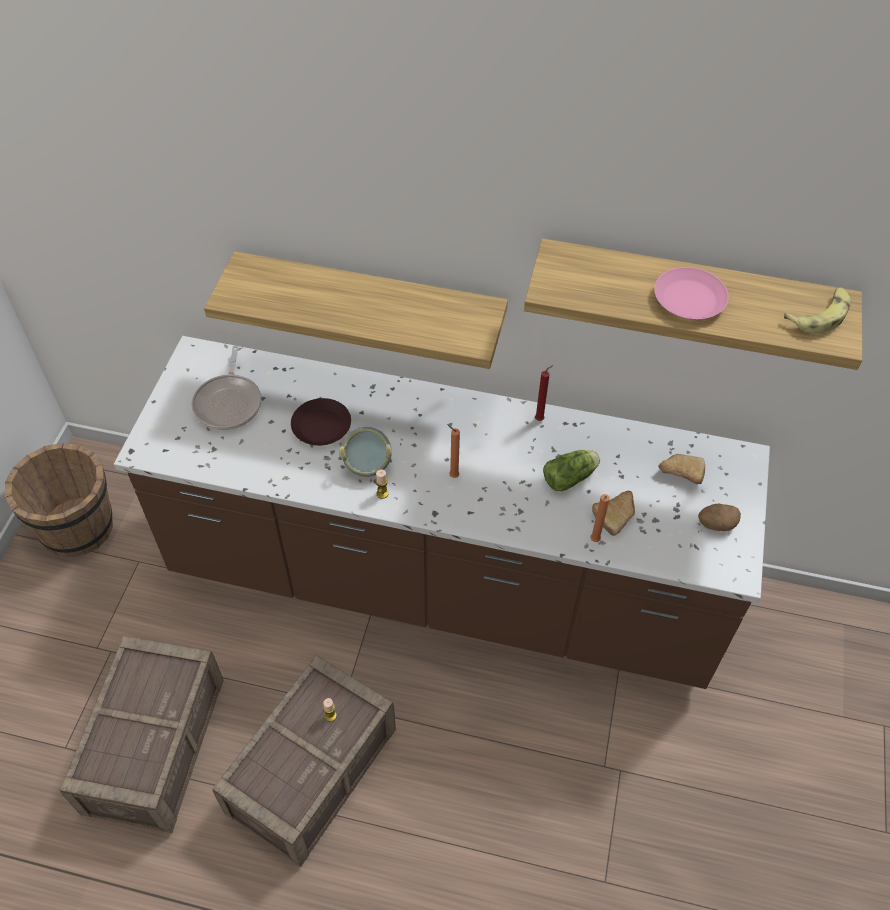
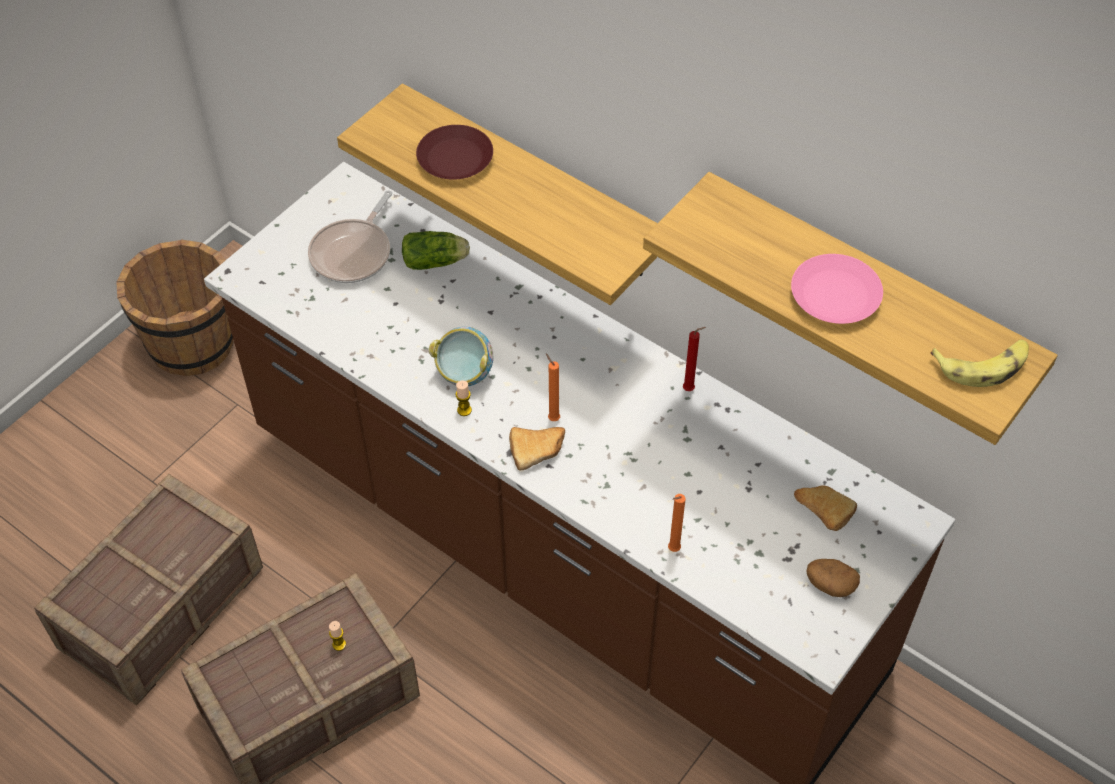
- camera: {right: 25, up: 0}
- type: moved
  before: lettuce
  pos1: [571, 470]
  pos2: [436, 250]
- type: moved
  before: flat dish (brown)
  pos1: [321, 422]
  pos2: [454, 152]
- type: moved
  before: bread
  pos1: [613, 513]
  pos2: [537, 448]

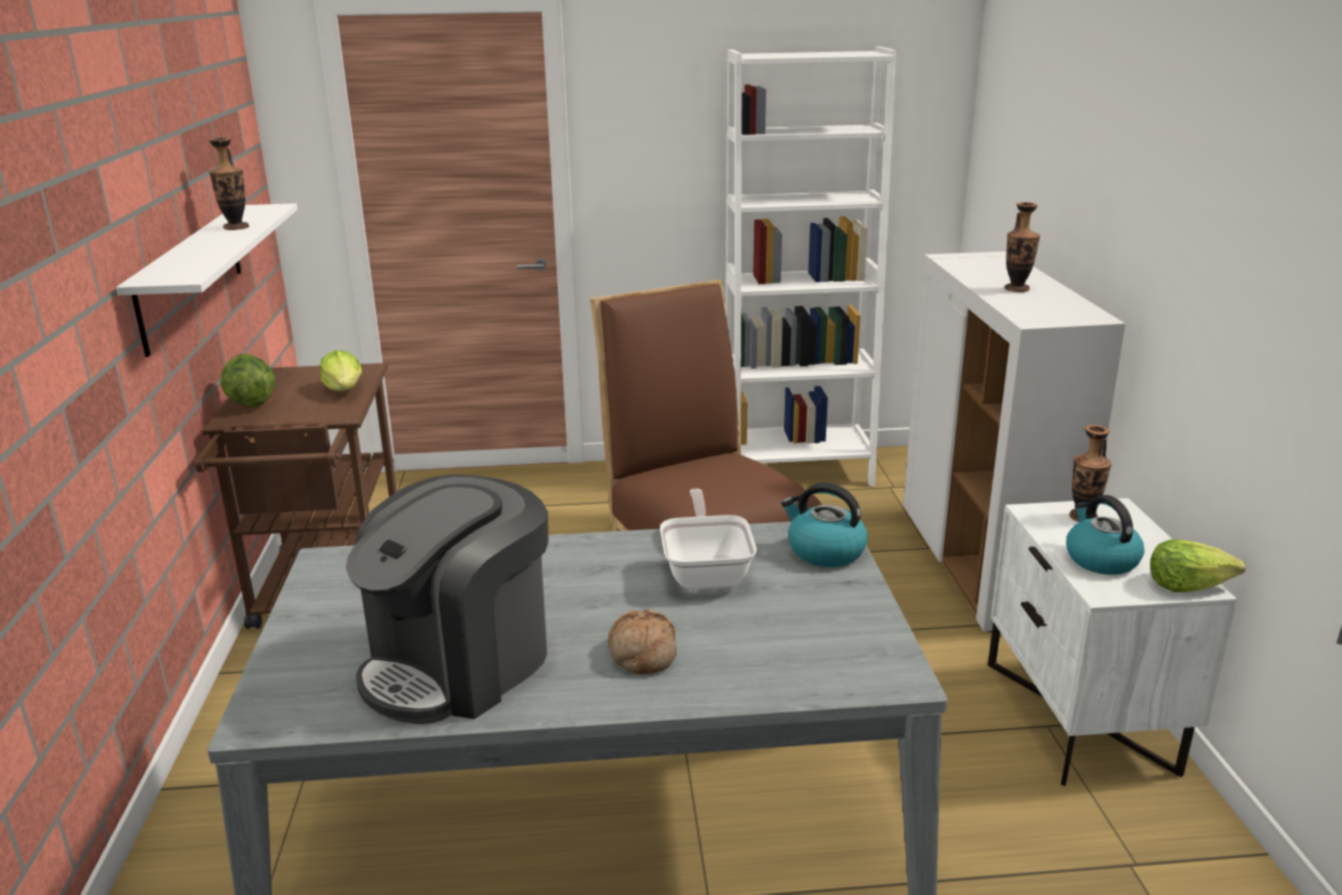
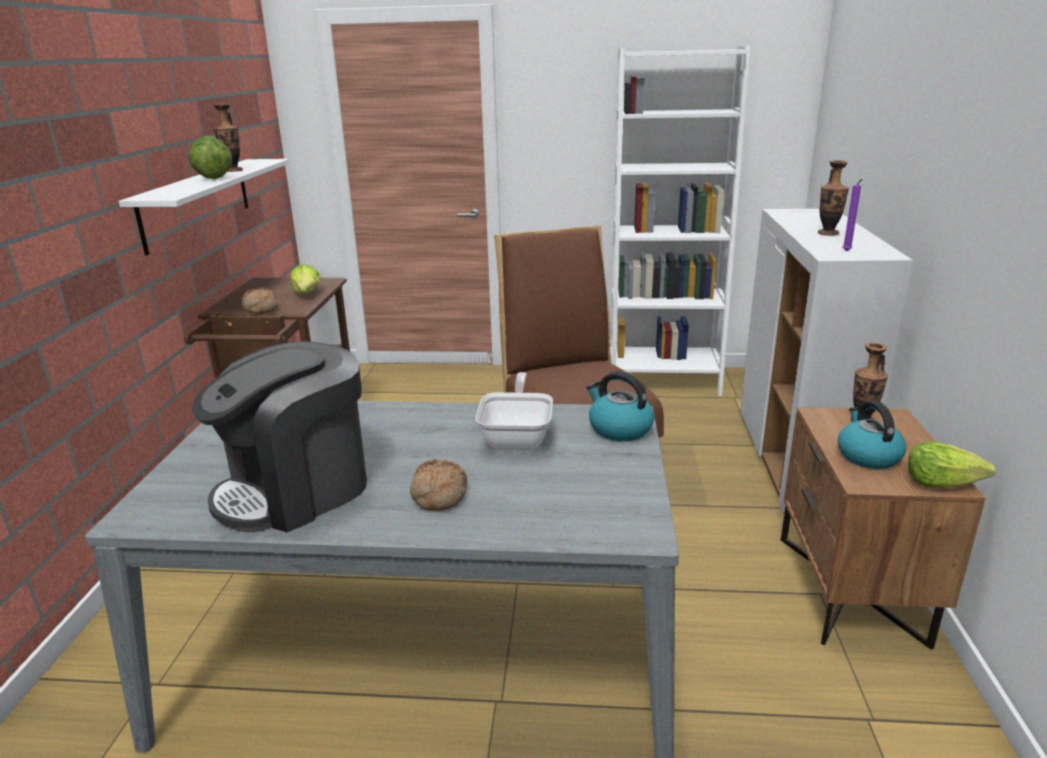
- camera: {right: 10, up: 0}
- type: moved
  before: lettuce
  pos1: [247, 380]
  pos2: [210, 157]
- type: added
  after: bread
  pos2: [260, 300]
- type: recoloured
  before: bedside table (white-coloured)
  after: bedside table (brown)
  pos1: [1112, 642]
  pos2: [883, 528]
- type: added
  after: wax candle (purple)
  pos2: [852, 215]

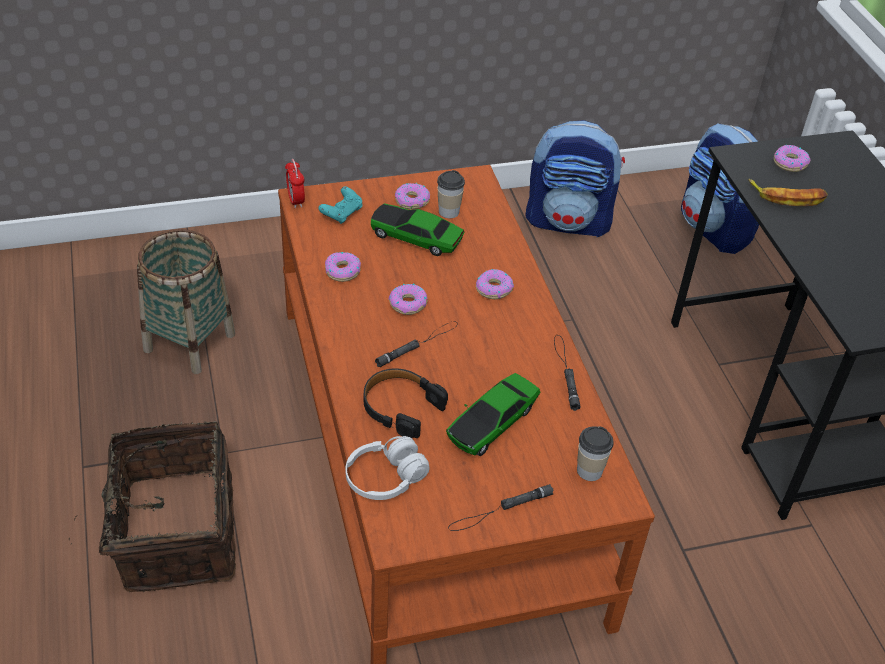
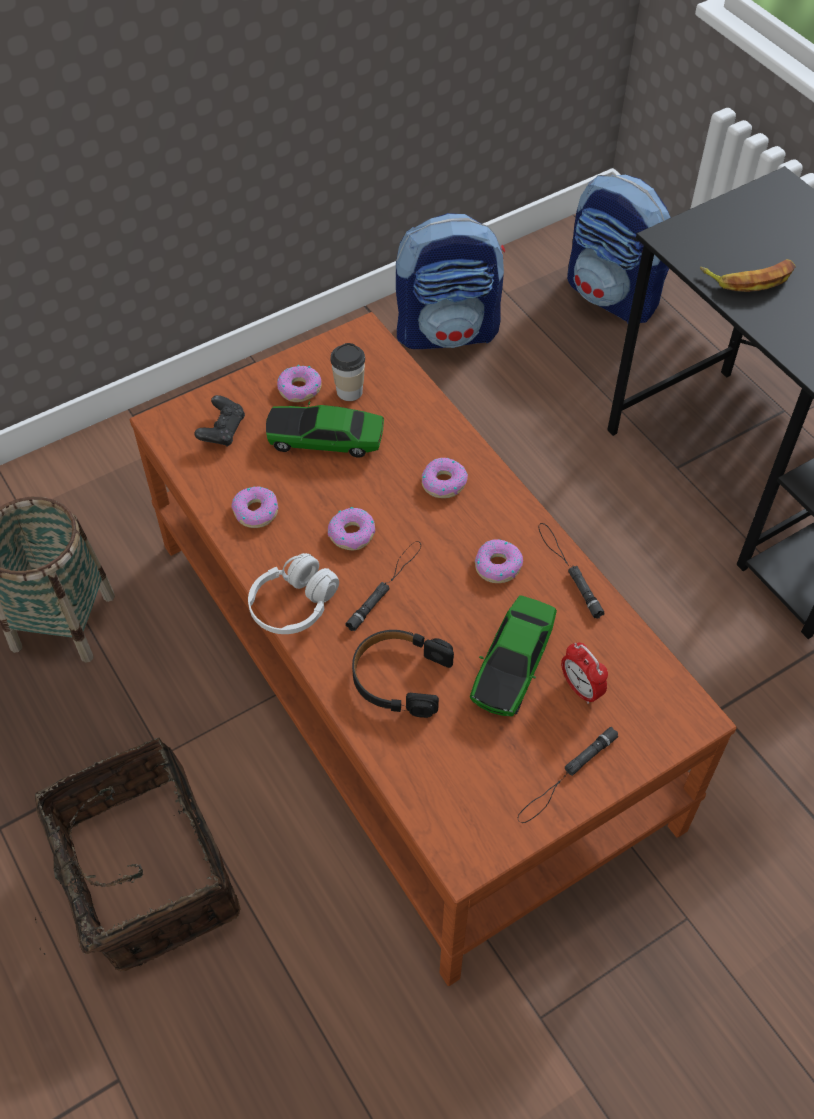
- camera: {right: -15, up: 10}
- type: recoloured
  before: gamepad (blue-green)
  after: gamepad (black)
  pos1: [340, 205]
  pos2: [219, 420]
- type: moved
  before: headset (white-coloured)
  pos1: [387, 468]
  pos2: [293, 593]
- type: moved
  before: donut
  pos1: [792, 158]
  pos2: [499, 561]
- type: moved
  before: alarm clock
  pos1: [295, 183]
  pos2: [584, 673]
- type: removed
  before: drinking cup
  pos1: [595, 453]

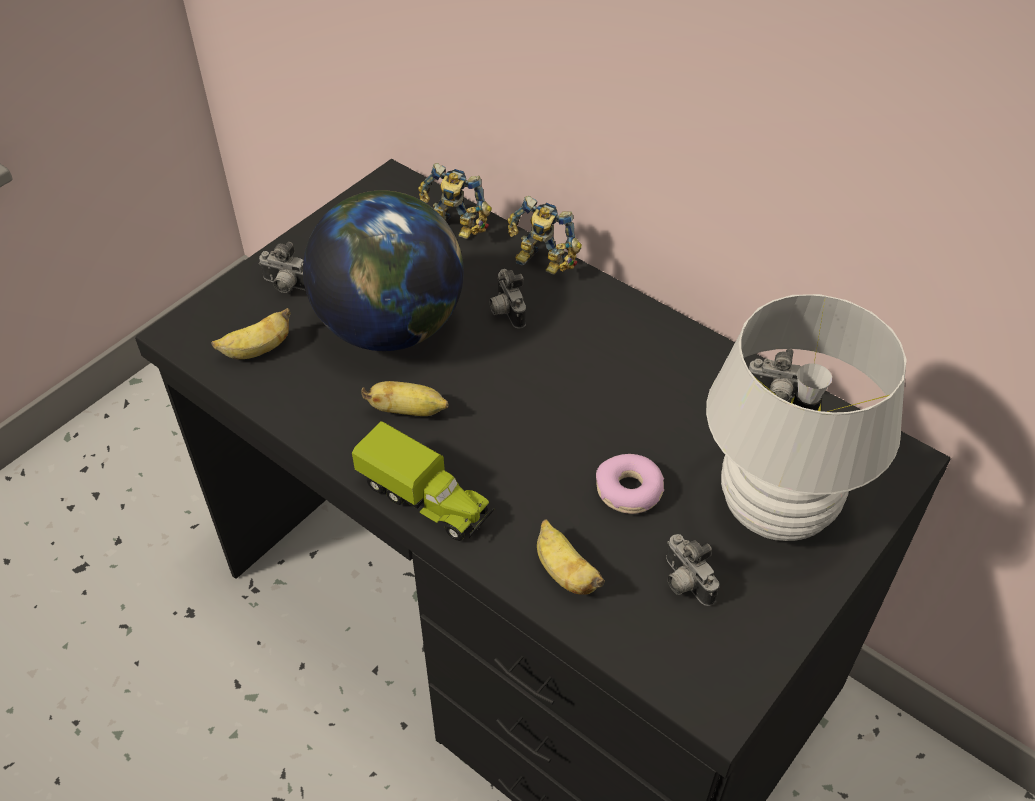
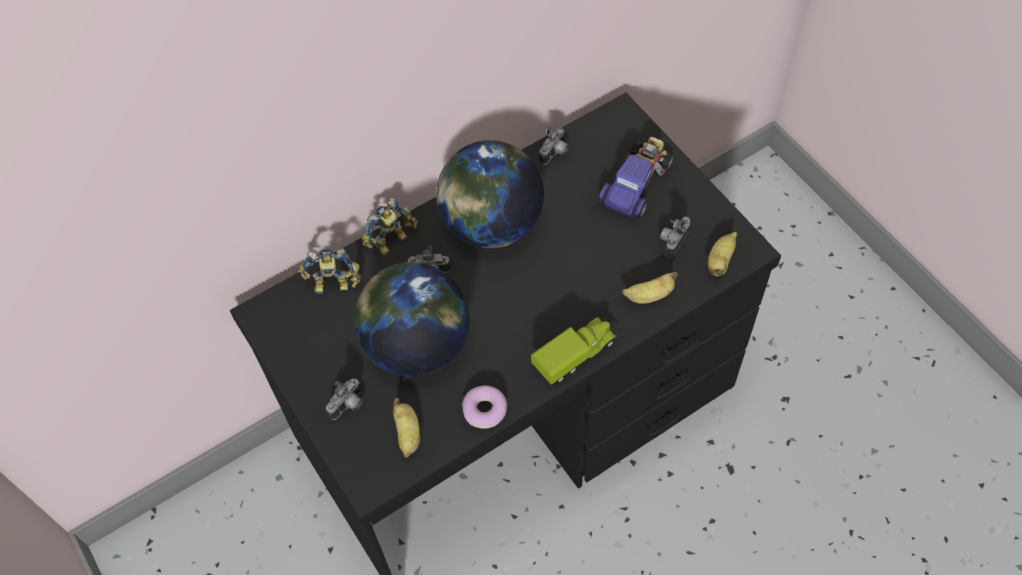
- camera: {right: -70, up: 10}
- type: turned
  before: robot figure
  pos1: [455, 201]
  pos2: [330, 271]
  turn: 45
- type: added
  after: desk globe
  pos2: [490, 194]
- type: moved
  before: donut
  pos1: [630, 484]
  pos2: [484, 407]
- type: replaced
  before: tabletop lamp (white-coloured)
  after: model car
  pos1: [806, 417]
  pos2: [636, 177]
- type: turned
  before: still camera
  pos1: [692, 570]
  pos2: [675, 237]
  turn: 135
- type: moved
  before: banana fruit
  pos1: [405, 398]
  pos2: [722, 254]

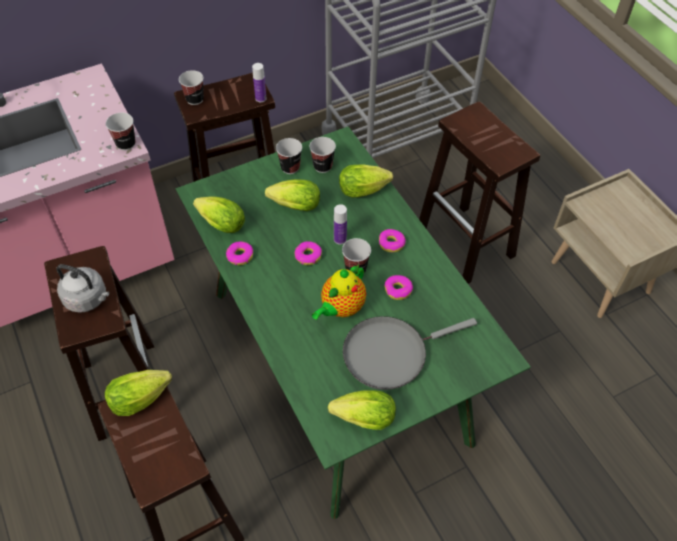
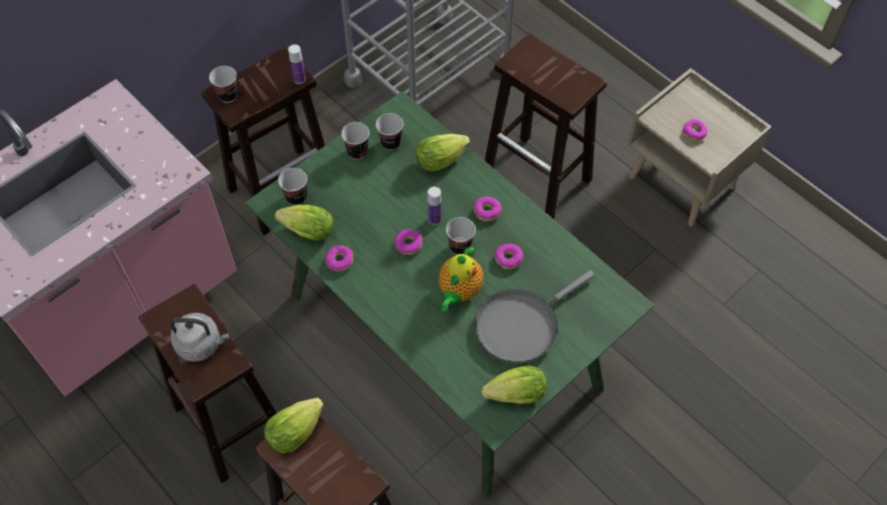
- camera: {right: -15, up: 5}
- type: moved
  before: drinking cup
  pos1: [121, 131]
  pos2: [292, 186]
- type: added
  after: donut
  pos2: [695, 130]
- type: removed
  before: lettuce
  pos1: [292, 195]

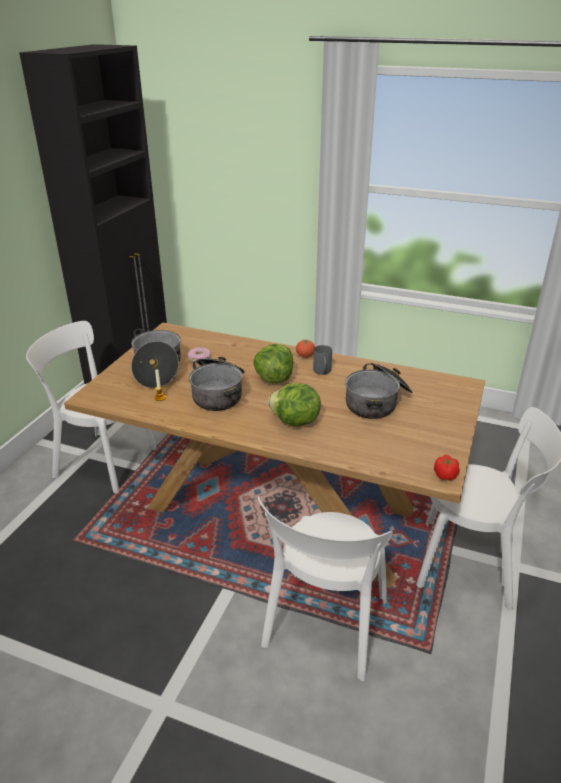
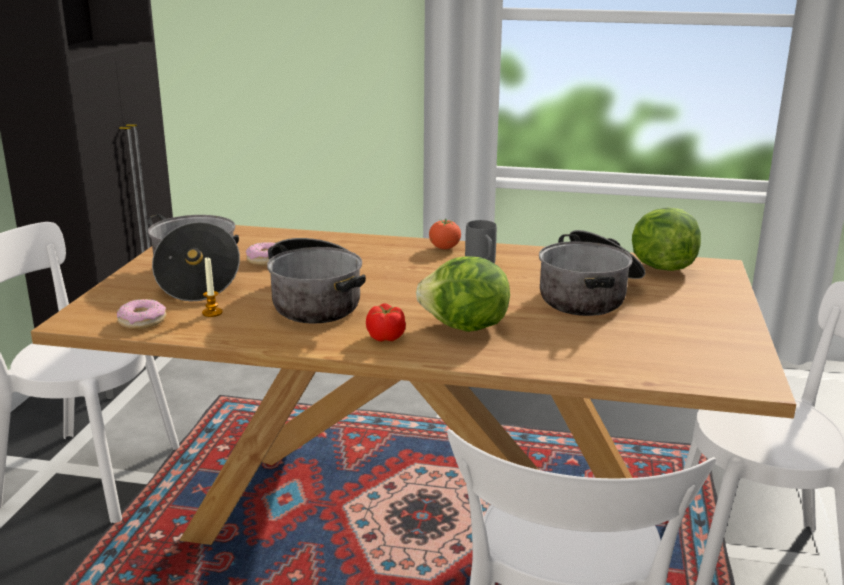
- camera: {right: -10, up: -10}
- type: added
  after: donut
  pos2: [141, 314]
- type: moved
  before: tomato
  pos1: [447, 467]
  pos2: [386, 322]
- type: moved
  before: lettuce
  pos1: [273, 364]
  pos2: [666, 239]

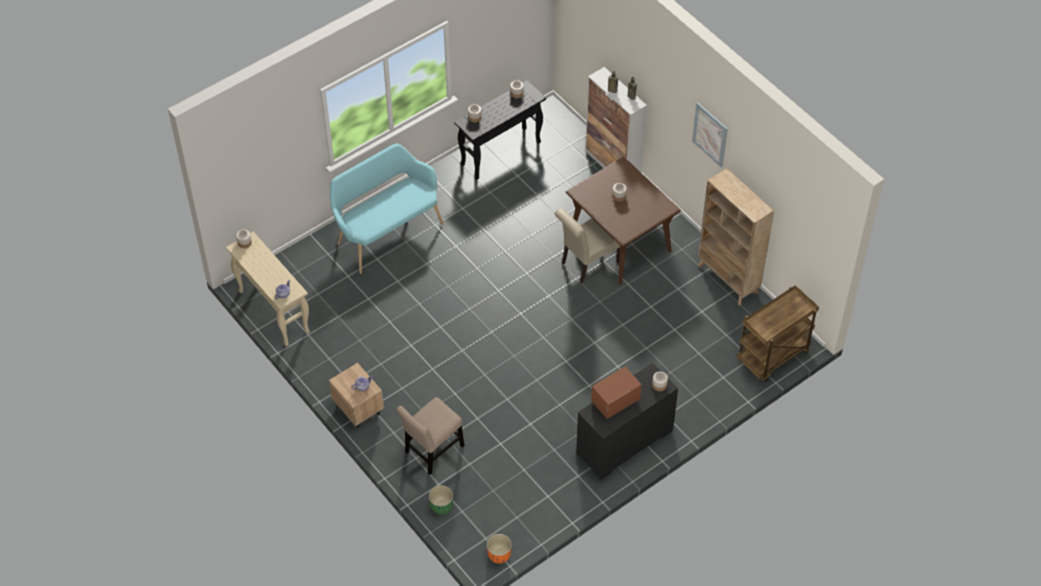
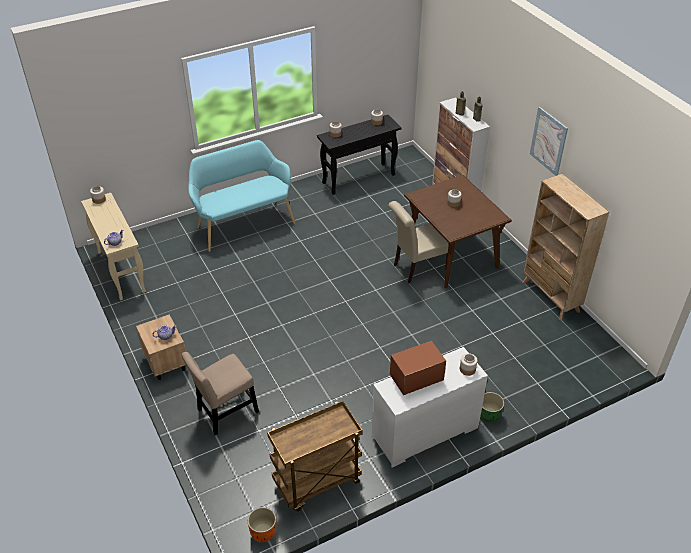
- camera: {right: 10, up: -10}
- type: moved
  before: trolley (brown)
  pos1: [778, 333]
  pos2: [315, 456]
- type: recoloured
  before: drawer chest (black)
  after: drawer chest (white-coloured)
  pos1: [627, 421]
  pos2: [430, 407]
- type: moved
  before: flower pot (greenish)
  pos1: [441, 500]
  pos2: [492, 407]

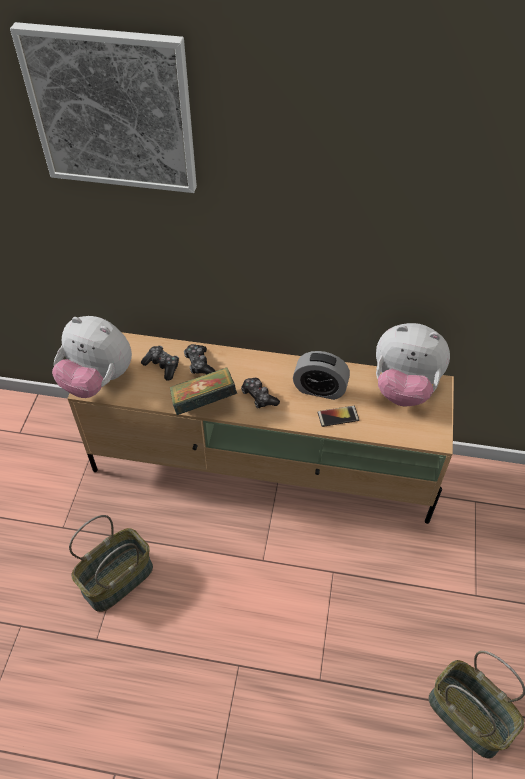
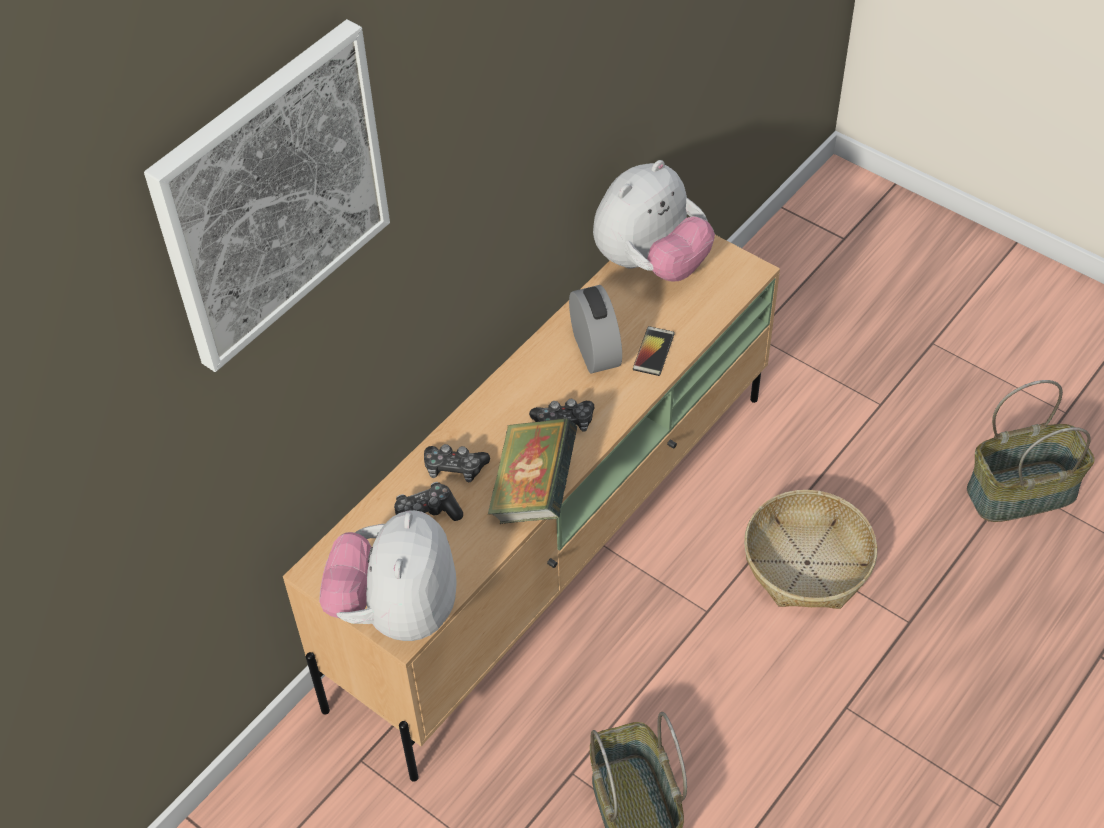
- camera: {right: -60, up: 0}
- type: turned
  before: soft toy
  pos1: [92, 357]
  pos2: [388, 575]
  turn: 135
- type: turned
  before: alarm clock
  pos1: [321, 375]
  pos2: [595, 329]
  turn: -60
- type: added
  after: household basket
  pos2: [810, 549]

